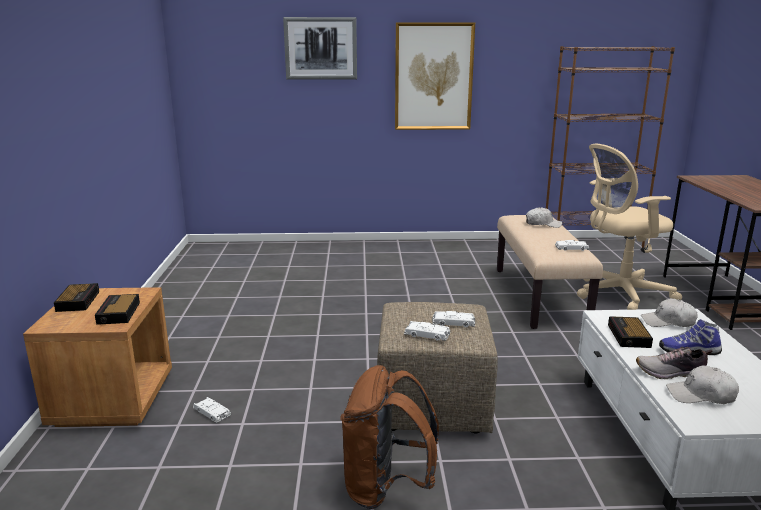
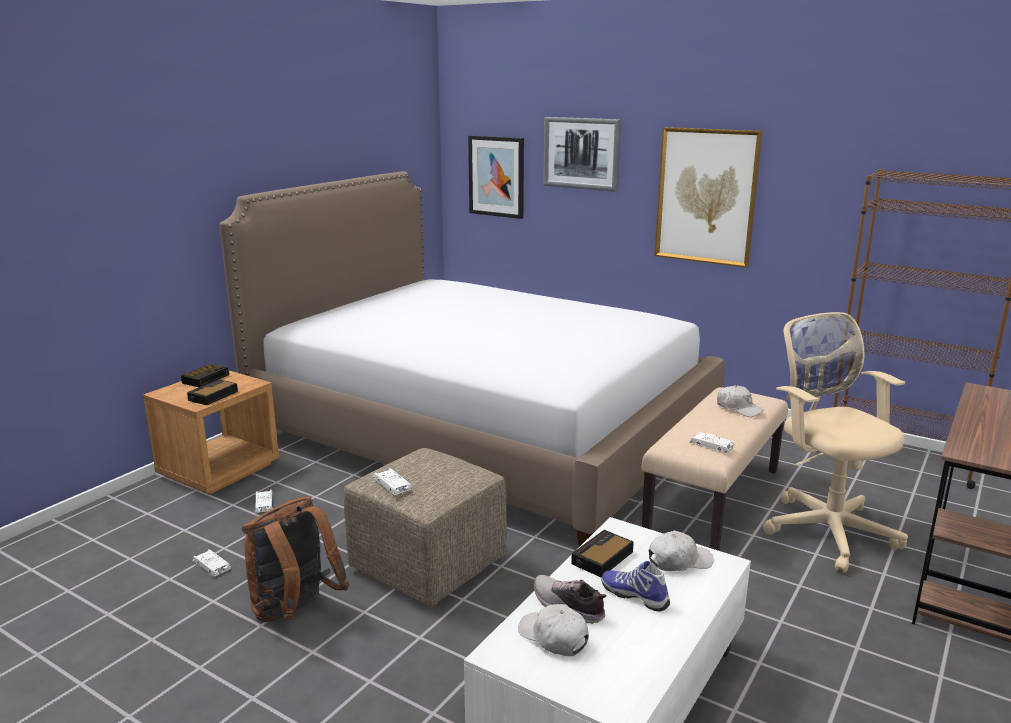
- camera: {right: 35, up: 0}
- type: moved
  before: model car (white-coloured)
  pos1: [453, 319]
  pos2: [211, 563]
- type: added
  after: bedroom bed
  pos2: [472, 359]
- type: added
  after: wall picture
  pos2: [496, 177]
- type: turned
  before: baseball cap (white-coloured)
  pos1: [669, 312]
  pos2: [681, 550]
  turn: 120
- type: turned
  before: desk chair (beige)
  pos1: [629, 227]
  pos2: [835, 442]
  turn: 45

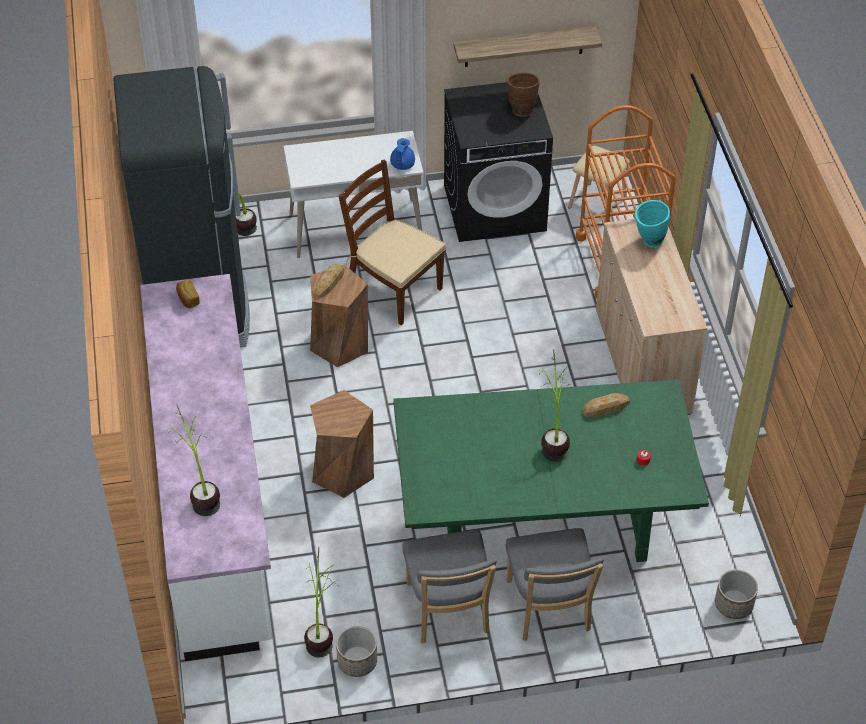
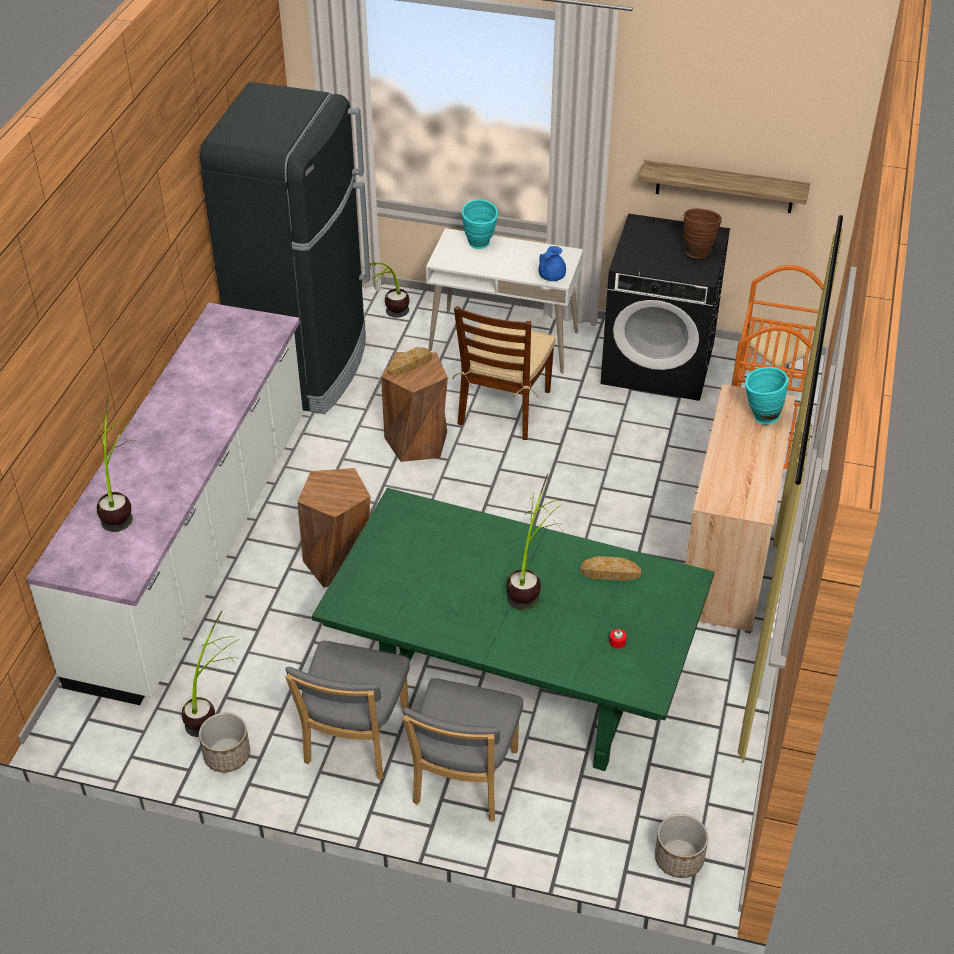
- camera: {right: 25, up: -5}
- type: turned
  before: chair (brown)
  pos1: [392, 242]
  pos2: [504, 373]
  turn: -135
- type: added
  after: decorative vase (blue-green)
  pos2: [480, 224]
- type: removed
  before: bread
  pos1: [188, 293]

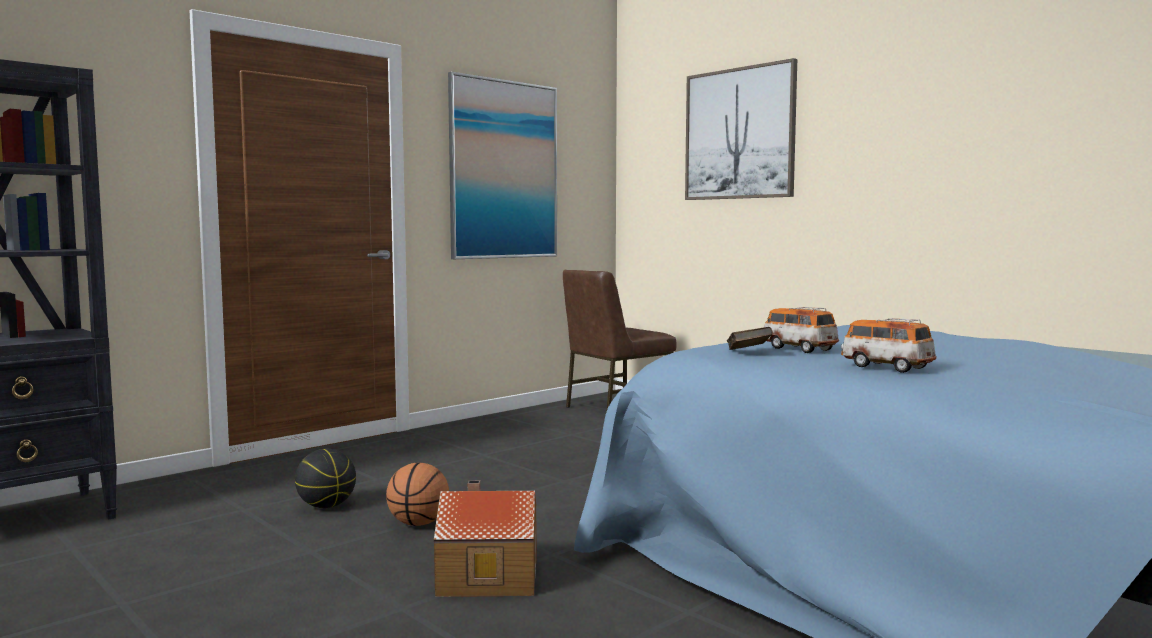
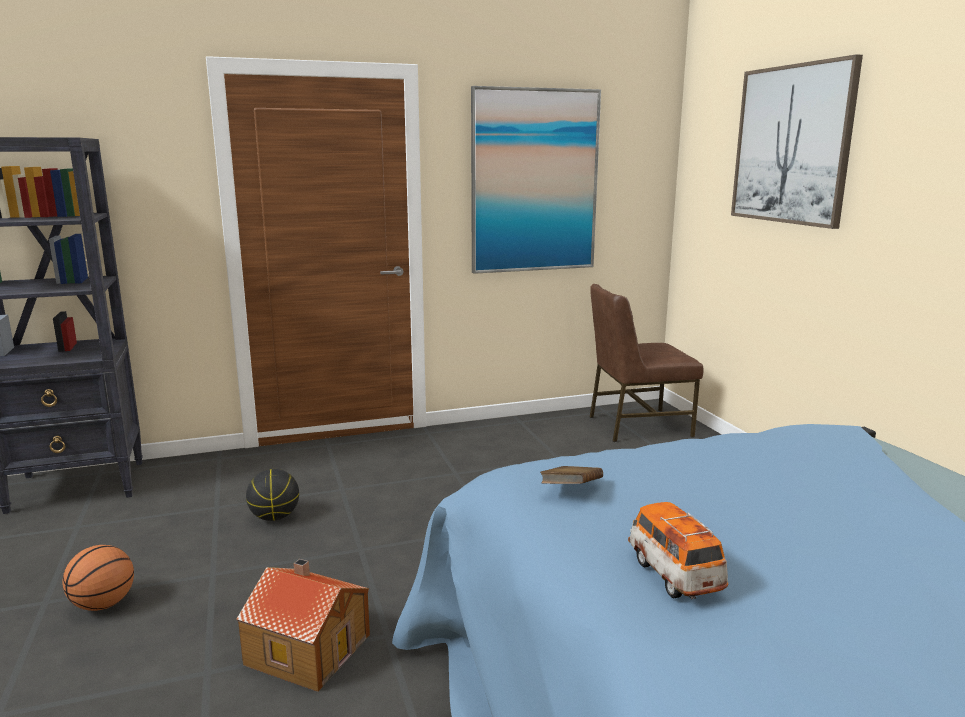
- camera: {right: 25, up: 10}
- type: moved
  before: ball for basketball
  pos1: [417, 494]
  pos2: [98, 578]
- type: removed
  before: model car
  pos1: [801, 330]

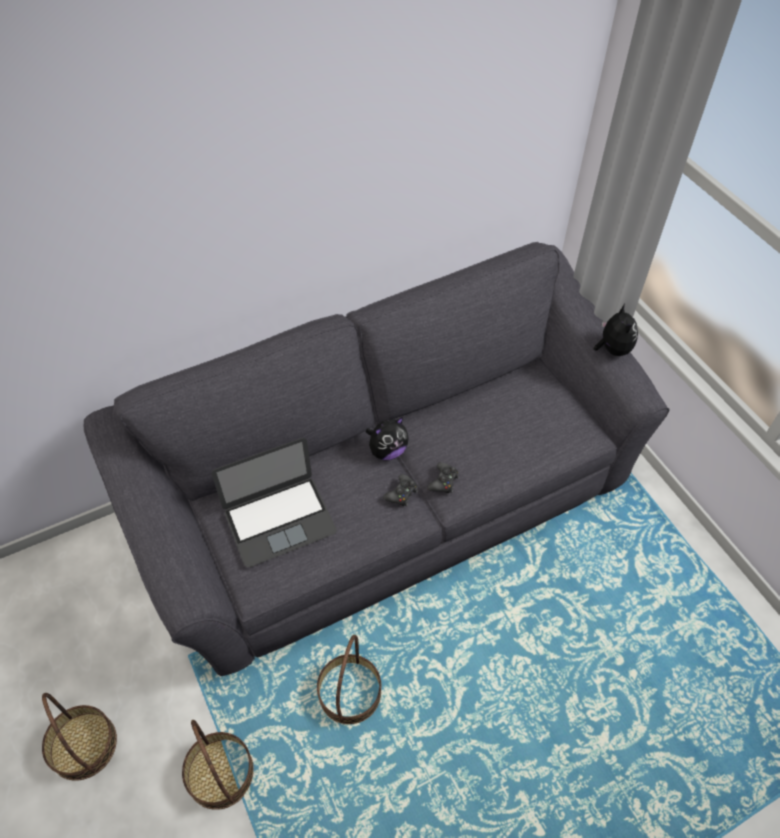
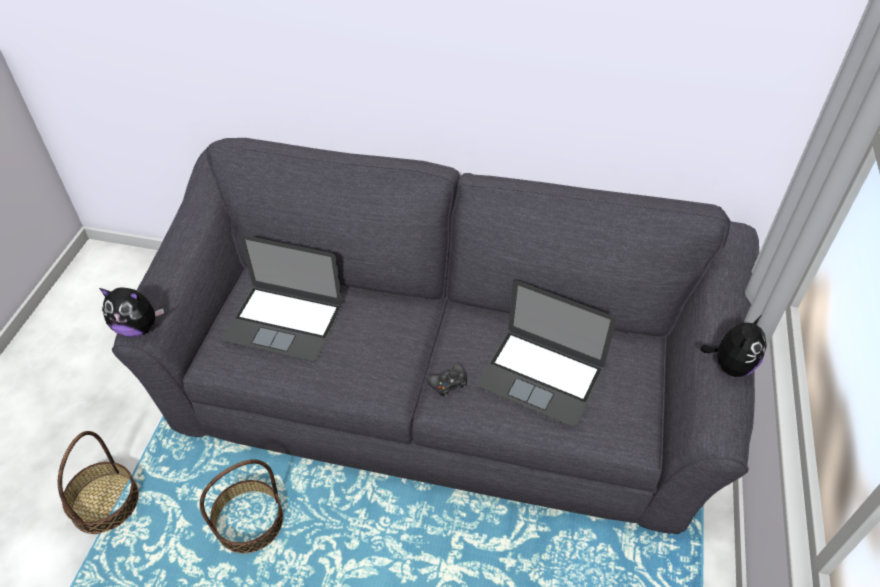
- camera: {right: 40, up: -5}
- type: moved
  before: soft toy
  pos1: [387, 438]
  pos2: [131, 312]
- type: added
  after: notebook computer
  pos2: [546, 354]
- type: removed
  before: household basket
  pos1: [79, 737]
- type: removed
  before: gamepad (black)
  pos1: [400, 490]

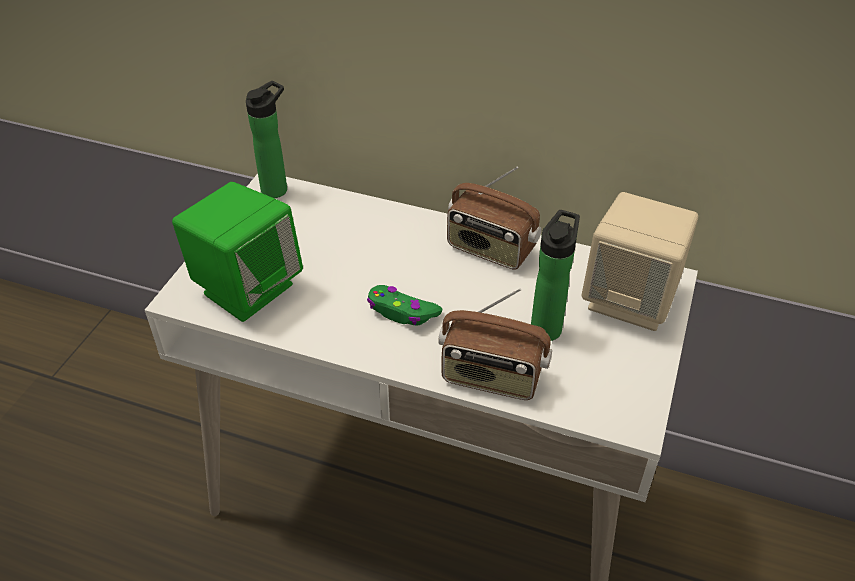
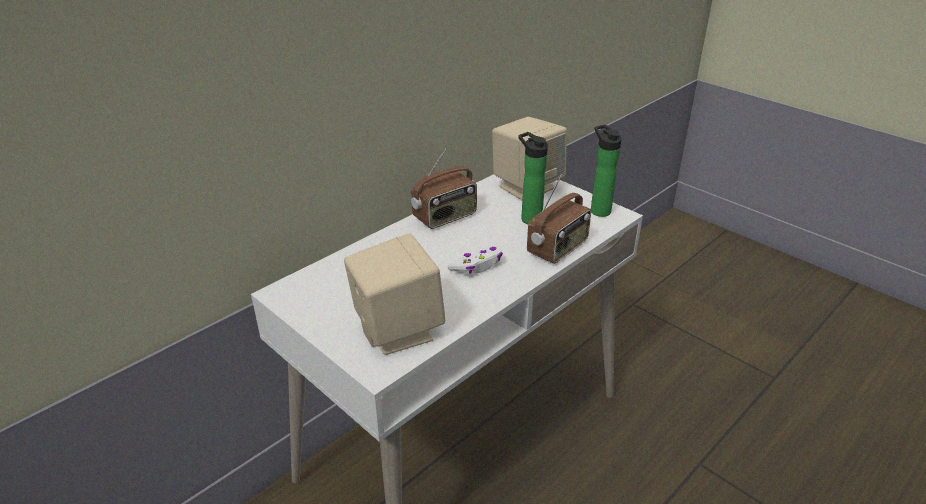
- camera: {right: -65, up: -10}
- type: recoloured
  before: speaker (greenish)
  after: speaker (beige)
  pos1: [237, 252]
  pos2: [394, 294]
- type: recoloured
  before: gamepad (greenish)
  after: gamepad (white-coloured)
  pos1: [404, 305]
  pos2: [475, 260]
- type: moved
  before: drink bottle
  pos1: [266, 139]
  pos2: [606, 171]

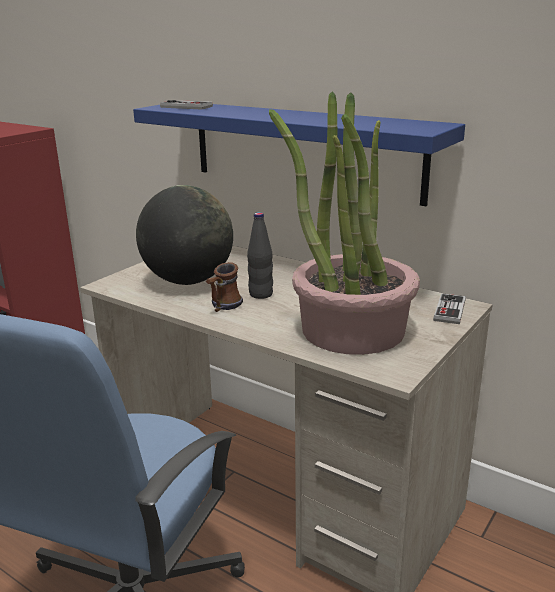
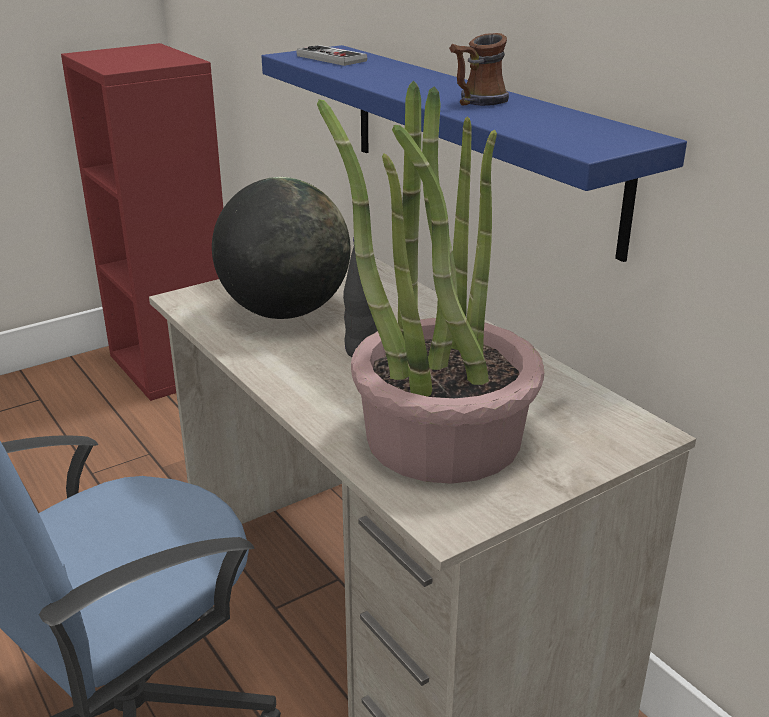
- camera: {right: 20, up: 5}
- type: moved
  before: mug
  pos1: [224, 287]
  pos2: [479, 69]
- type: removed
  before: gamepad
  pos1: [449, 308]

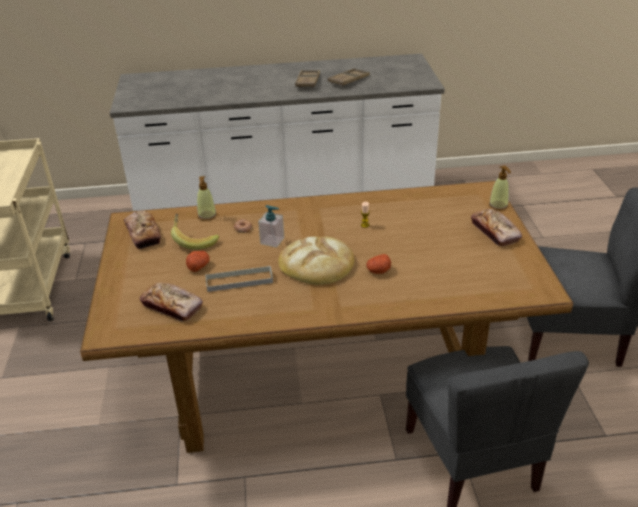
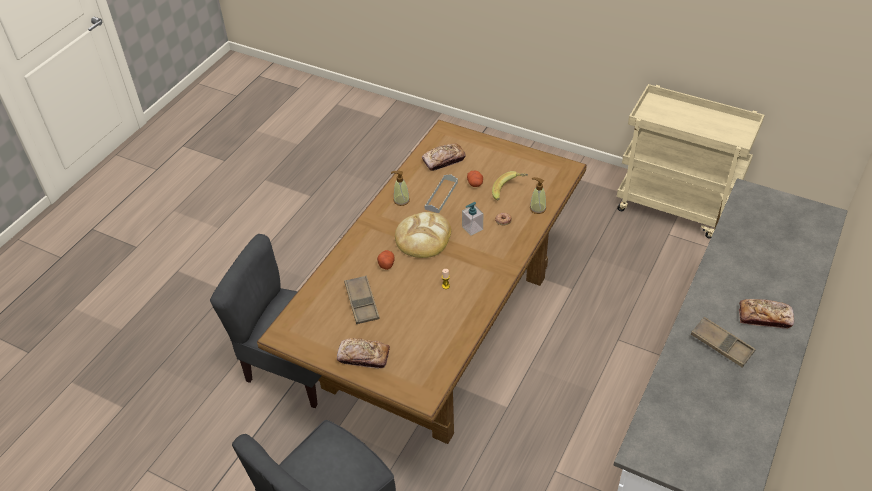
- camera: {right: 125, up: 10}
- type: moved
  before: serving tray (brown)
  pos1: [349, 77]
  pos2: [361, 299]
- type: moved
  before: soap dispenser
  pos1: [500, 188]
  pos2: [400, 188]
- type: moved
  before: bread
  pos1: [142, 230]
  pos2: [766, 314]

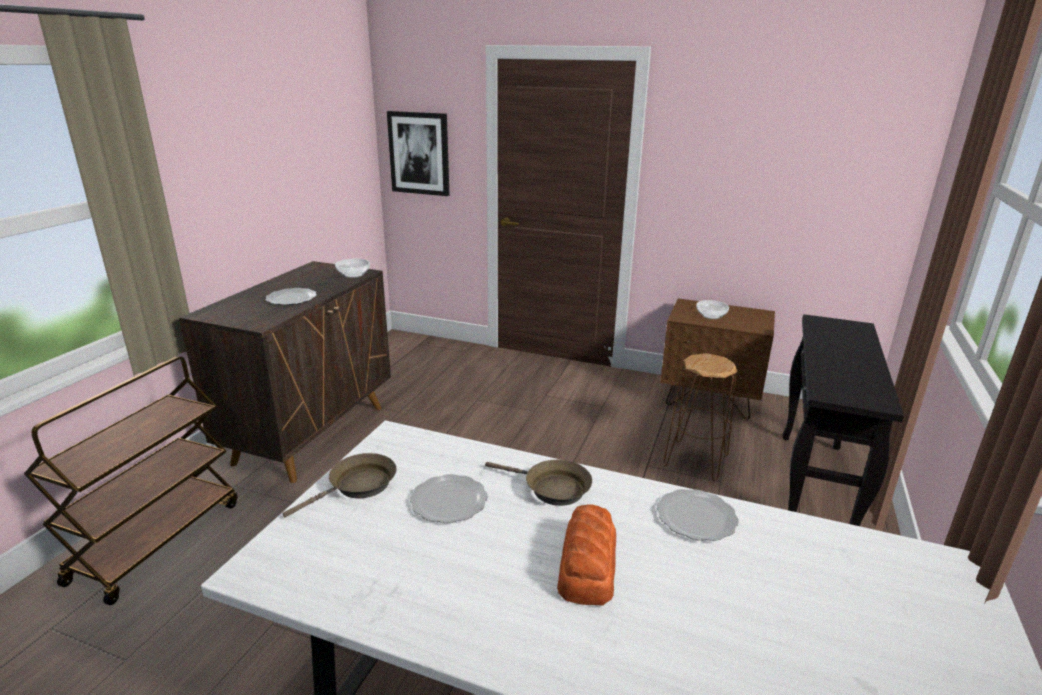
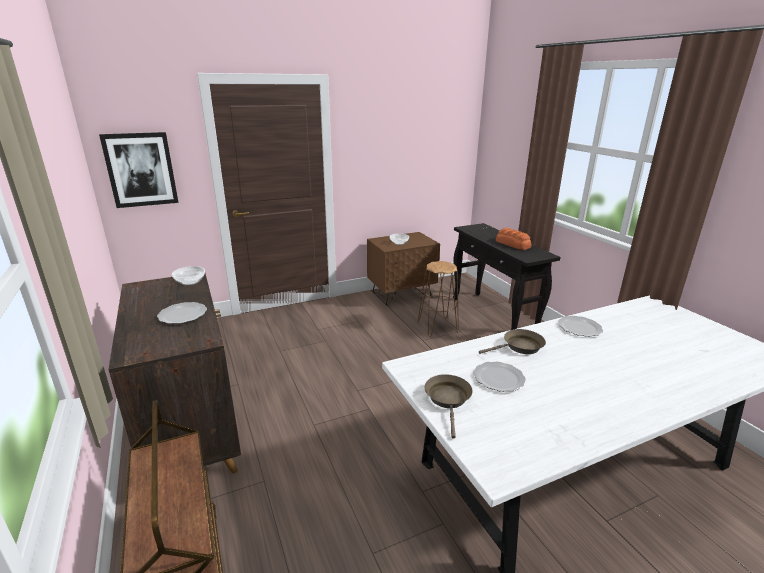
- camera: {right: -45, up: 0}
- type: moved
  before: bread
  pos1: [586, 554]
  pos2: [513, 239]

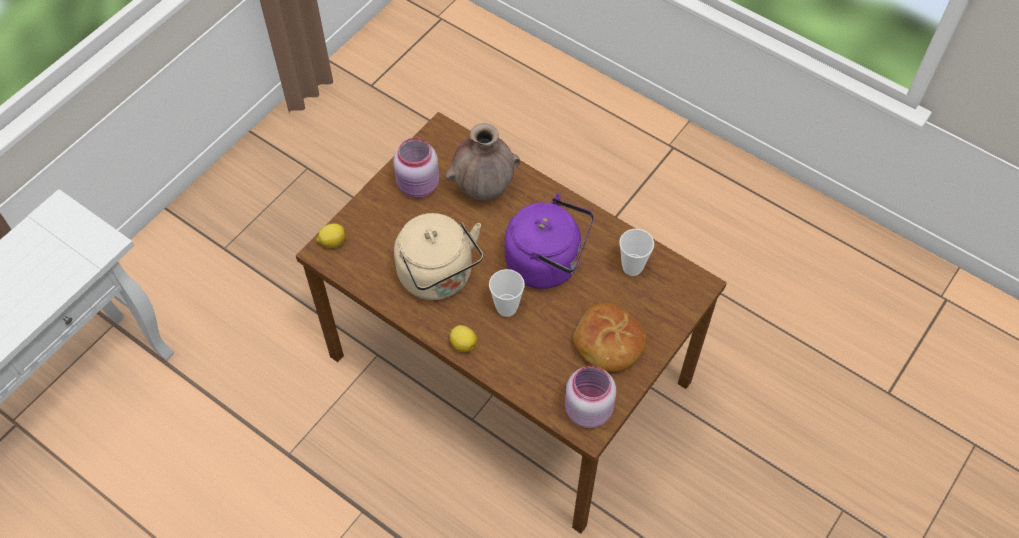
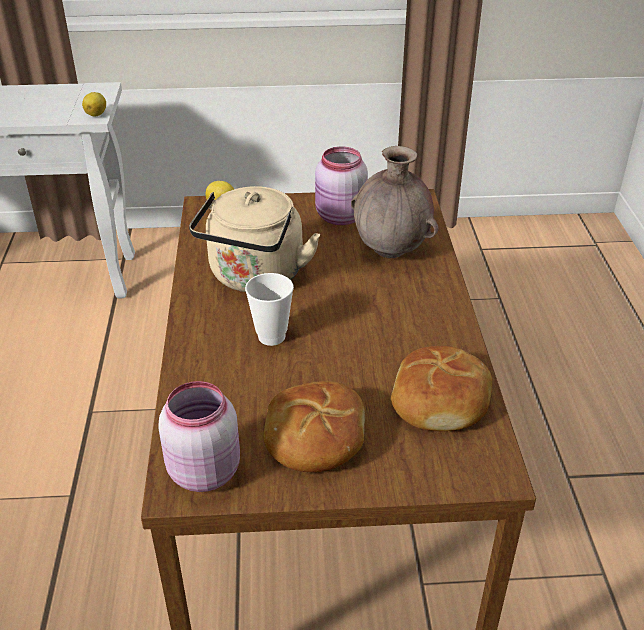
- camera: {right: 50, up: -20}
- type: moved
  before: citrus fruit
  pos1: [463, 338]
  pos2: [94, 104]
- type: replaced
  before: drinking cup
  after: bread
  pos1: [636, 252]
  pos2: [441, 388]
- type: removed
  before: water kettle (purple)
  pos1: [549, 241]

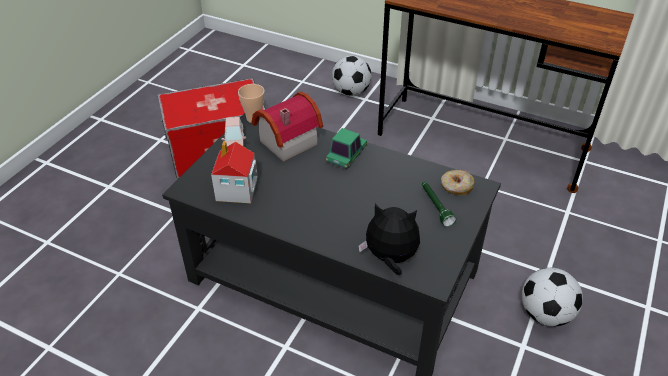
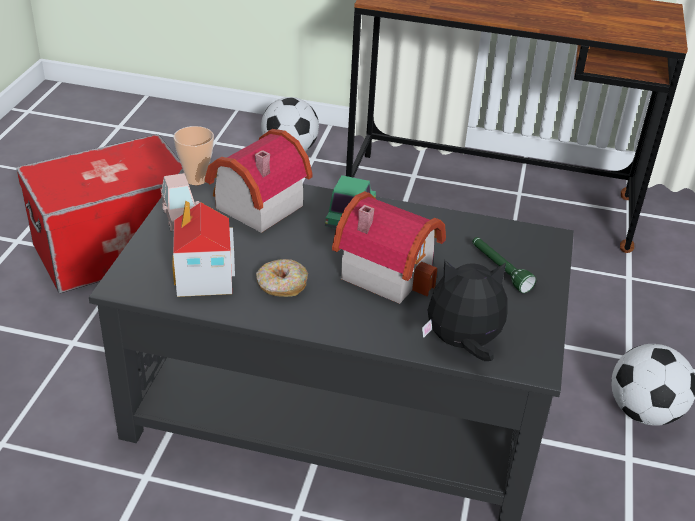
- camera: {right: -15, up: -5}
- type: moved
  before: donut
  pos1: [458, 182]
  pos2: [282, 278]
- type: added
  after: toy house
  pos2: [389, 247]

